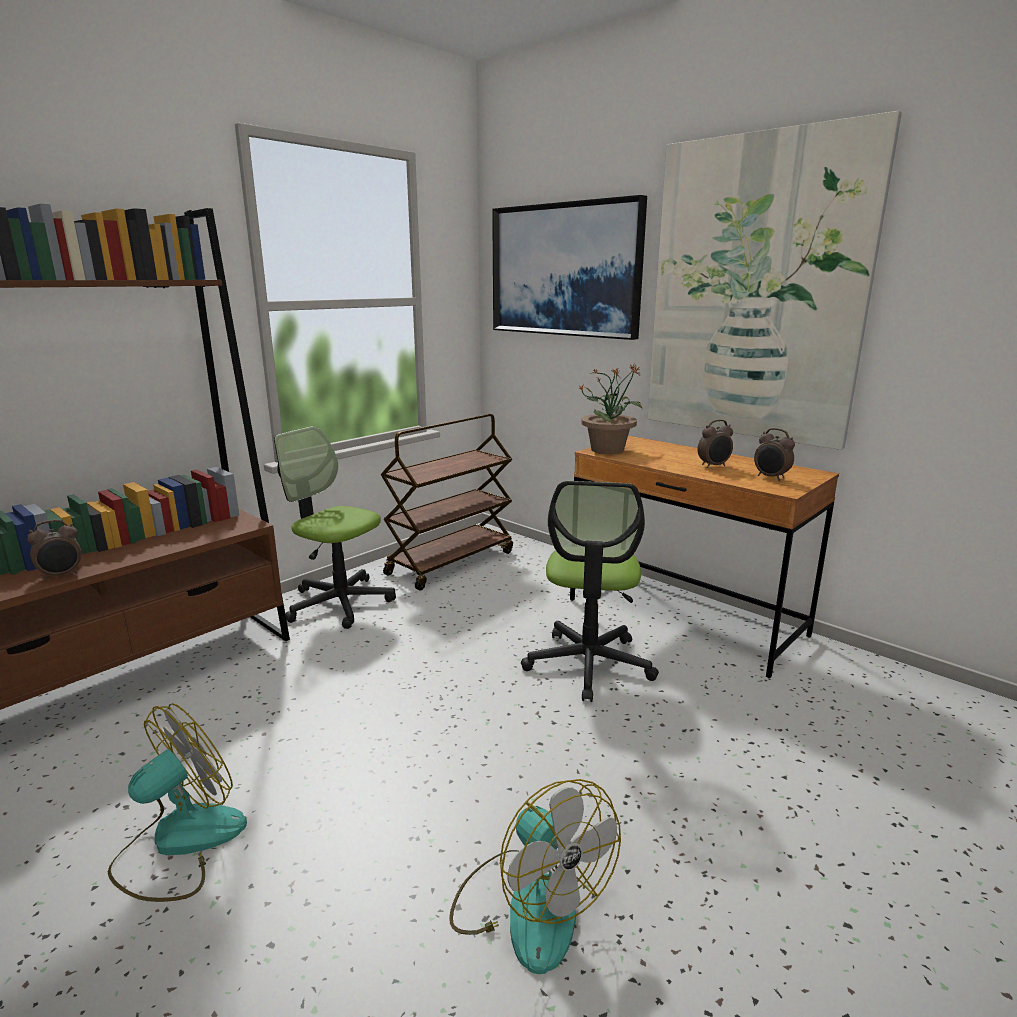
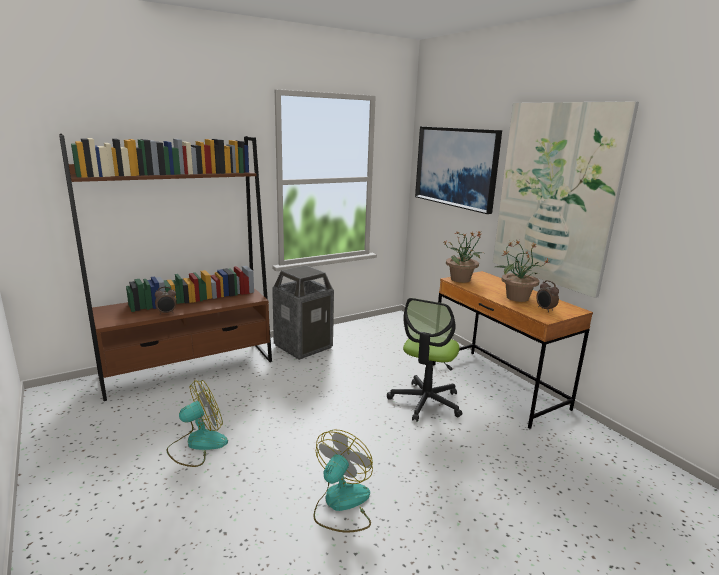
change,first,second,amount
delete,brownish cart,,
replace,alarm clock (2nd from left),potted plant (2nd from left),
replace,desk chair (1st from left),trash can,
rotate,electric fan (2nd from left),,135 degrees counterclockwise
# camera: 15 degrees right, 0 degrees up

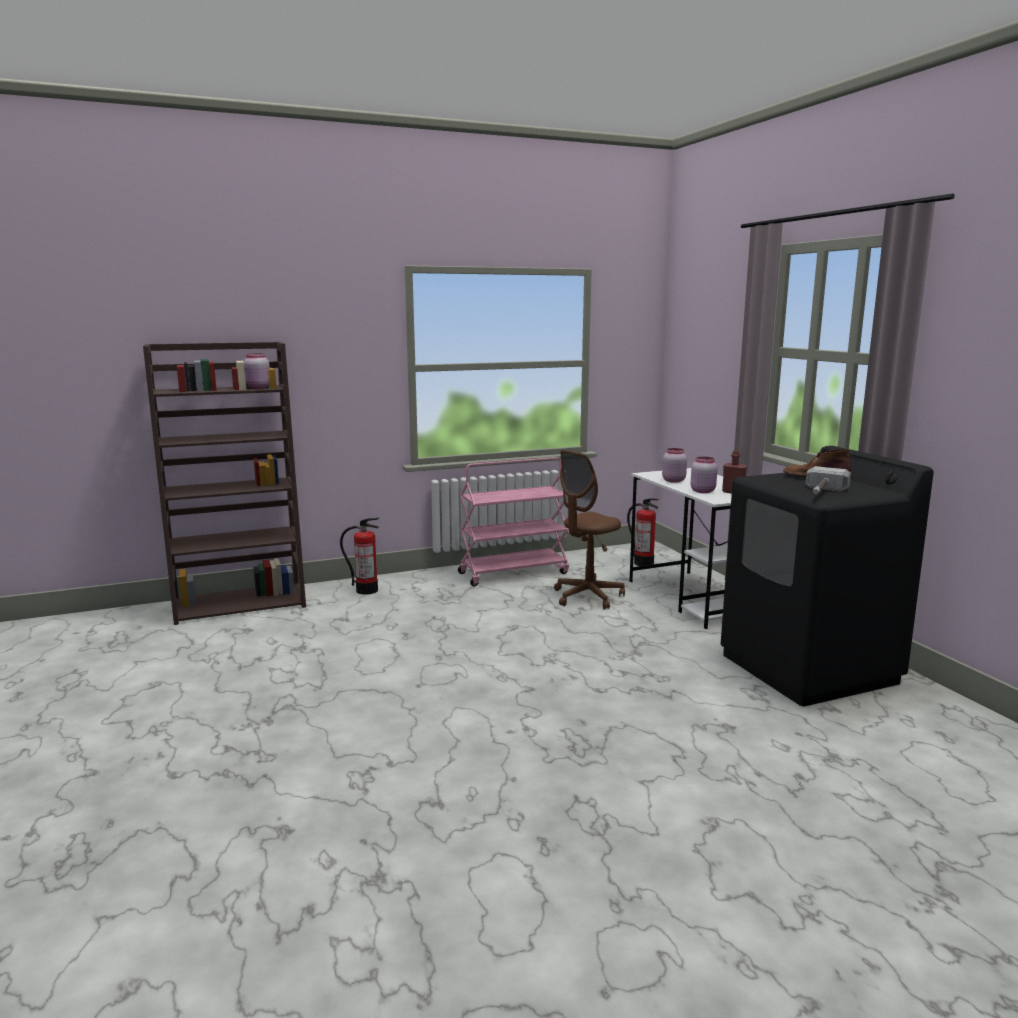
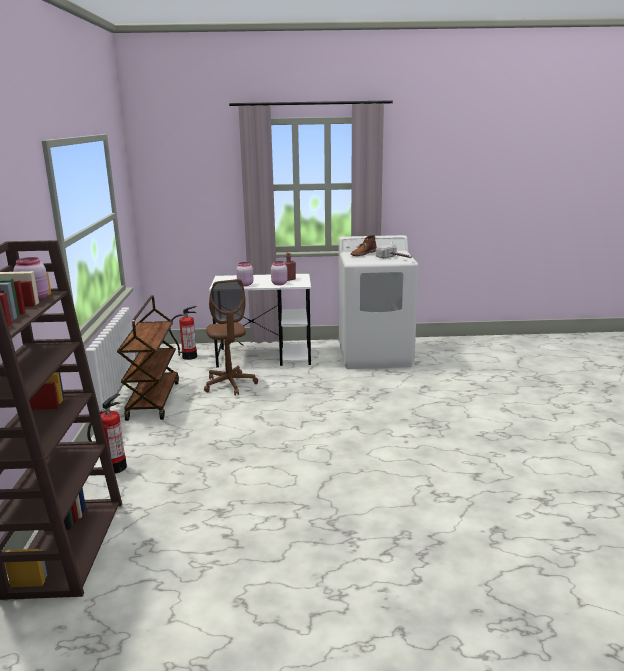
change,first,second,amount
recolor,black-coloured washing machine,white-coloured washing machine,
recolor,pink-coloured cart,brownish cart,
# camera: 70 degrees left, 5 degrees up

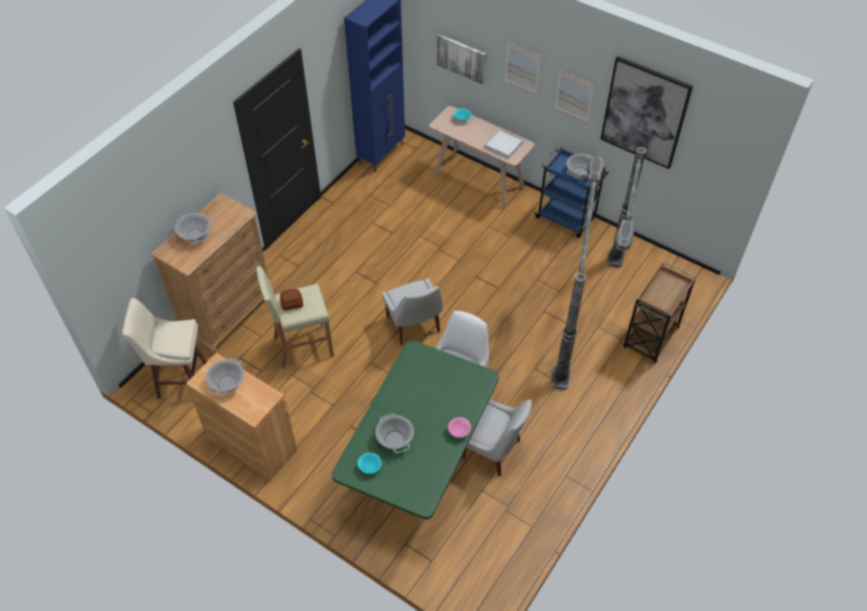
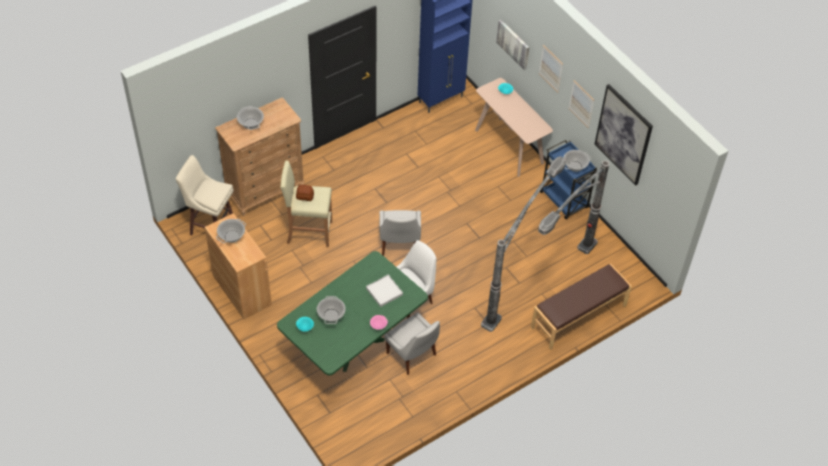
change,first,second,amount
move,white-coloured serving tray,,
replace,brownish cart,brownish indoor bench,
# camera: 20 degrees right, 0 degrees up

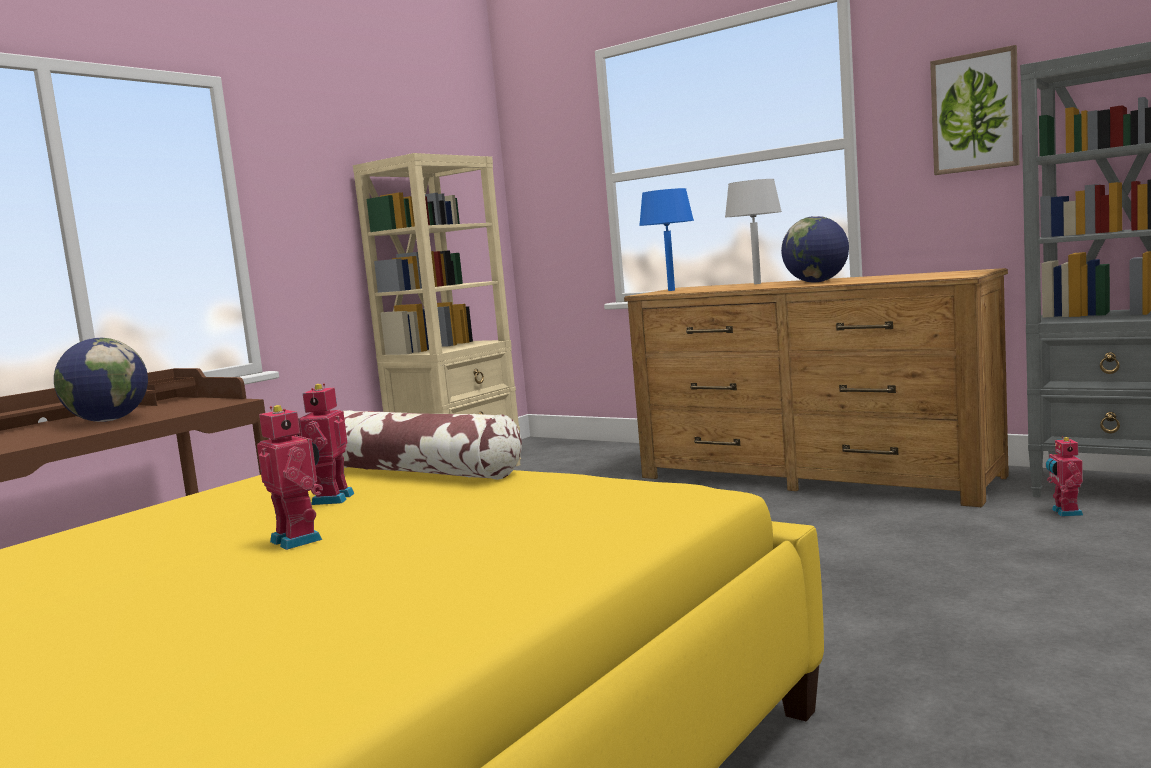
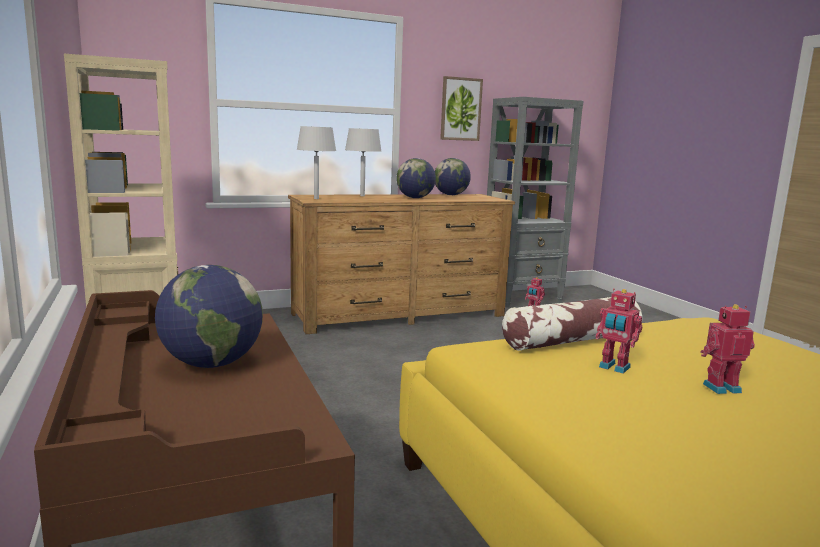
change,first,second,amount
recolor,bluish lamp for a table,gray lamp for a table (1st from left),
insert,,world globe (3rd from left),
# camera: 60 degrees left, 5 degrees up

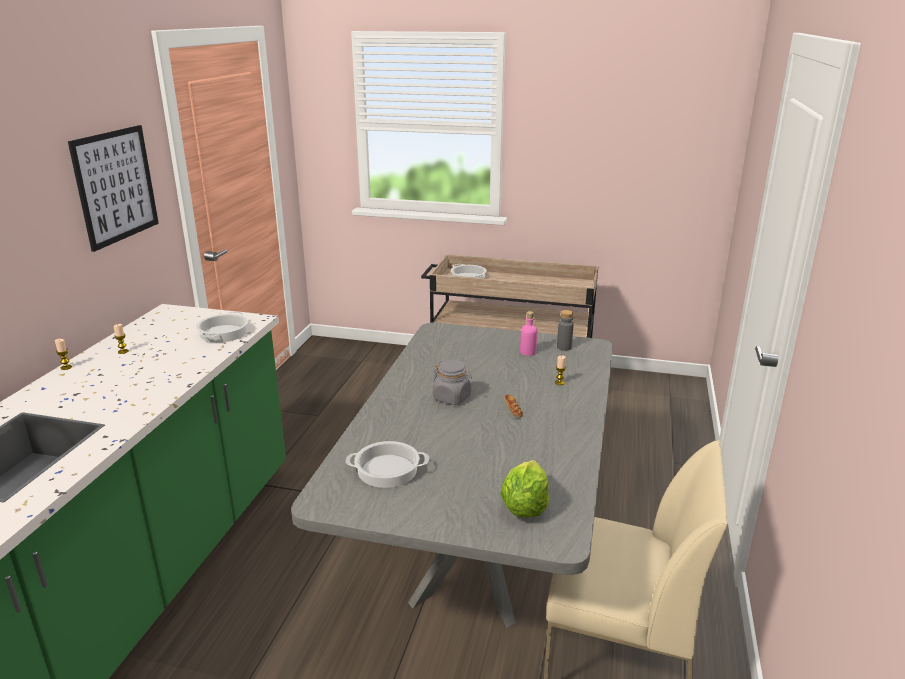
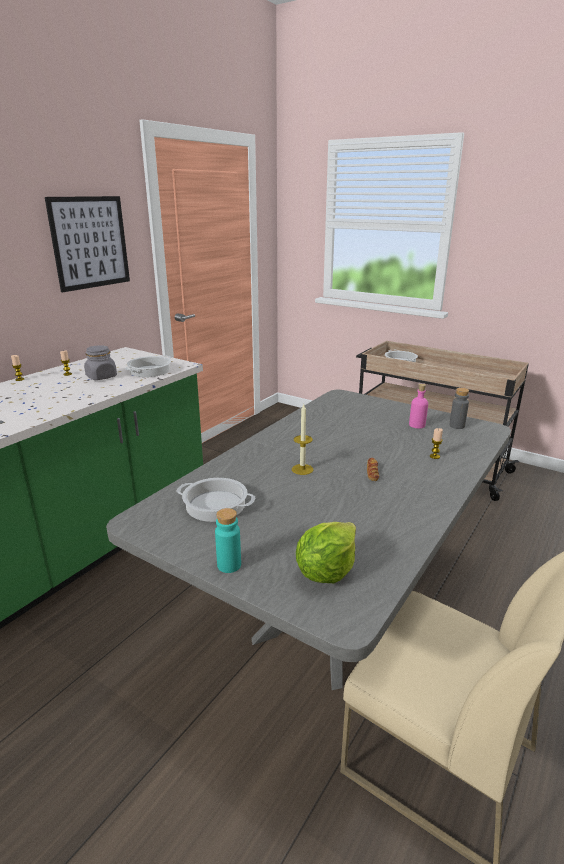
change,first,second,amount
move,gray preserve jar,,
insert,,wax candle (3rd from left),
insert,,blue-green beverage bottle,
# camera: 20 degrees right, 0 degrees up

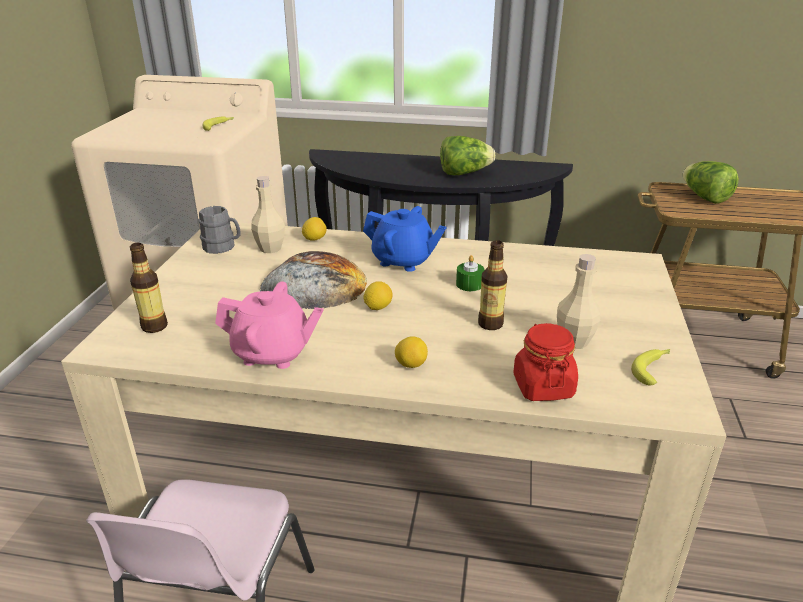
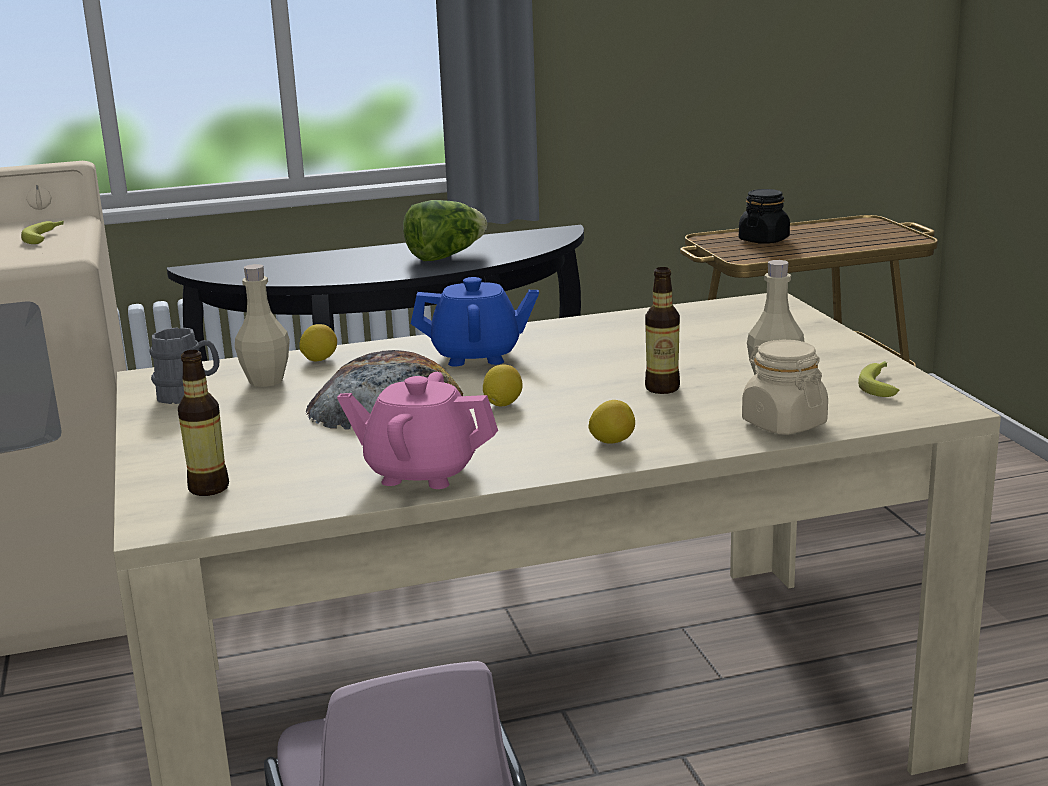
change,first,second,amount
replace,lettuce head (2nd from left),black-coloured preserve jar,
delete,green-coloured wax candle,,
rotate,pink-coloured teapot,,150 degrees counterclockwise
recolor,reddish preserve jar,beige preserve jar,
# camera: 25 degrees left, 10 degrees down

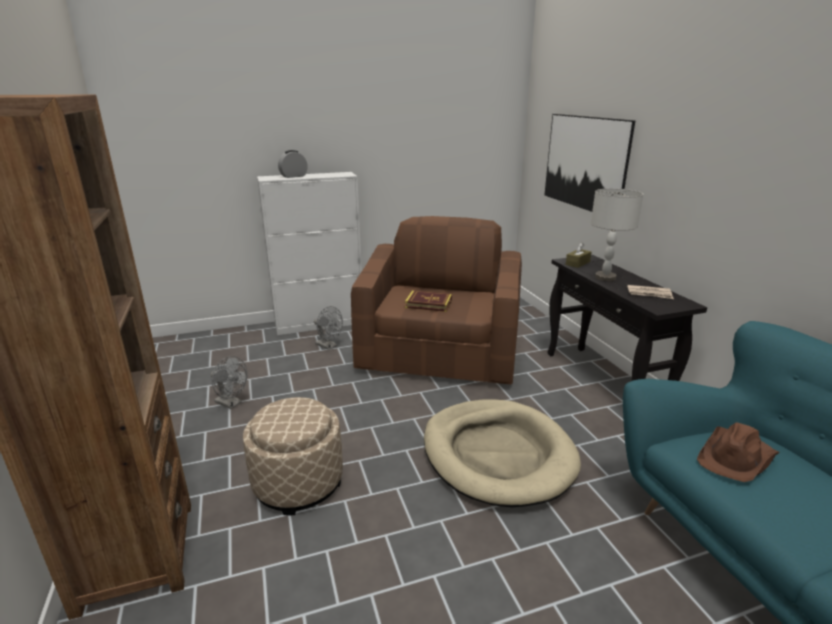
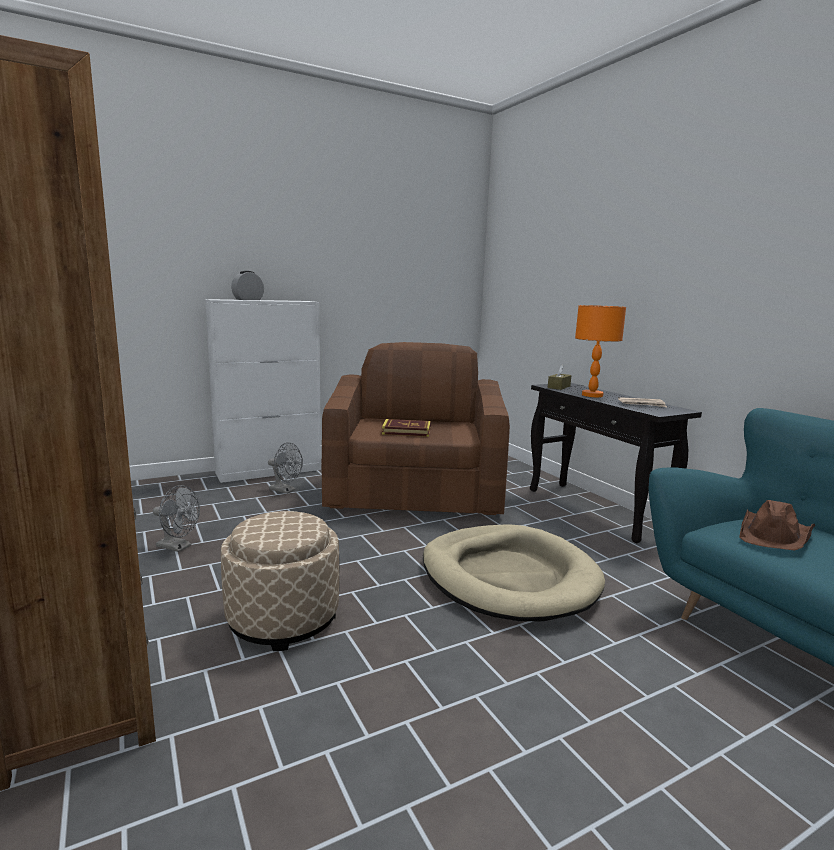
change,first,second,amount
delete,wall picture,,
recolor,gray lamp for a table,orangey lamp for a table,
# camera: 10 degrees left, 10 degrees down

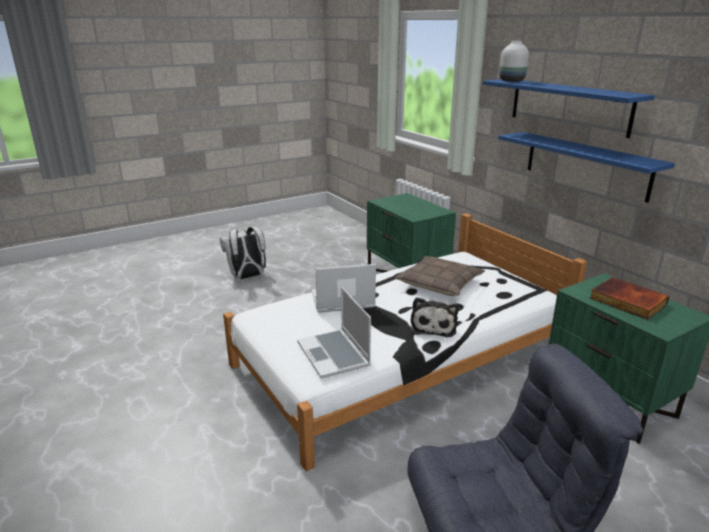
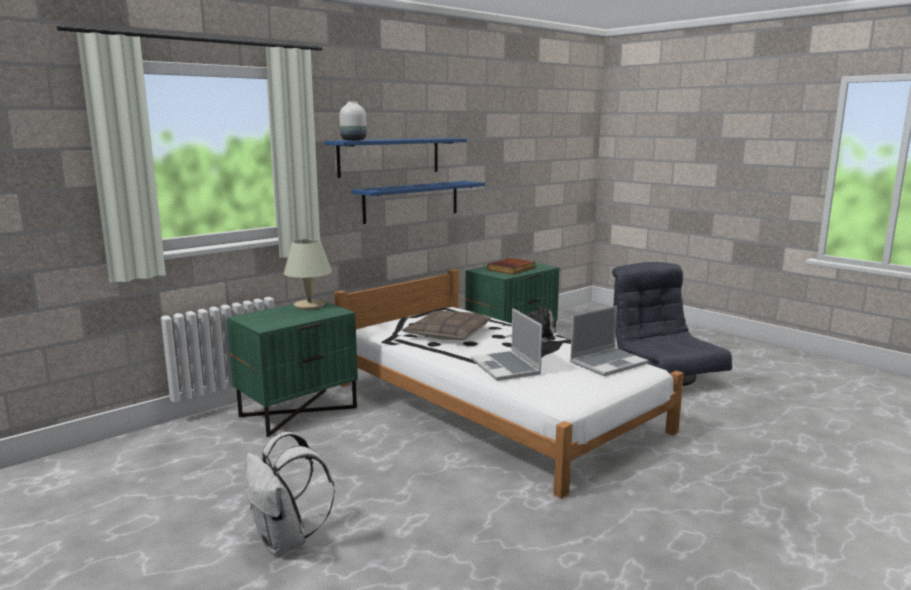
change,first,second,amount
insert,,beige lamp for a table,
# camera: 100 degrees left, 10 degrees down

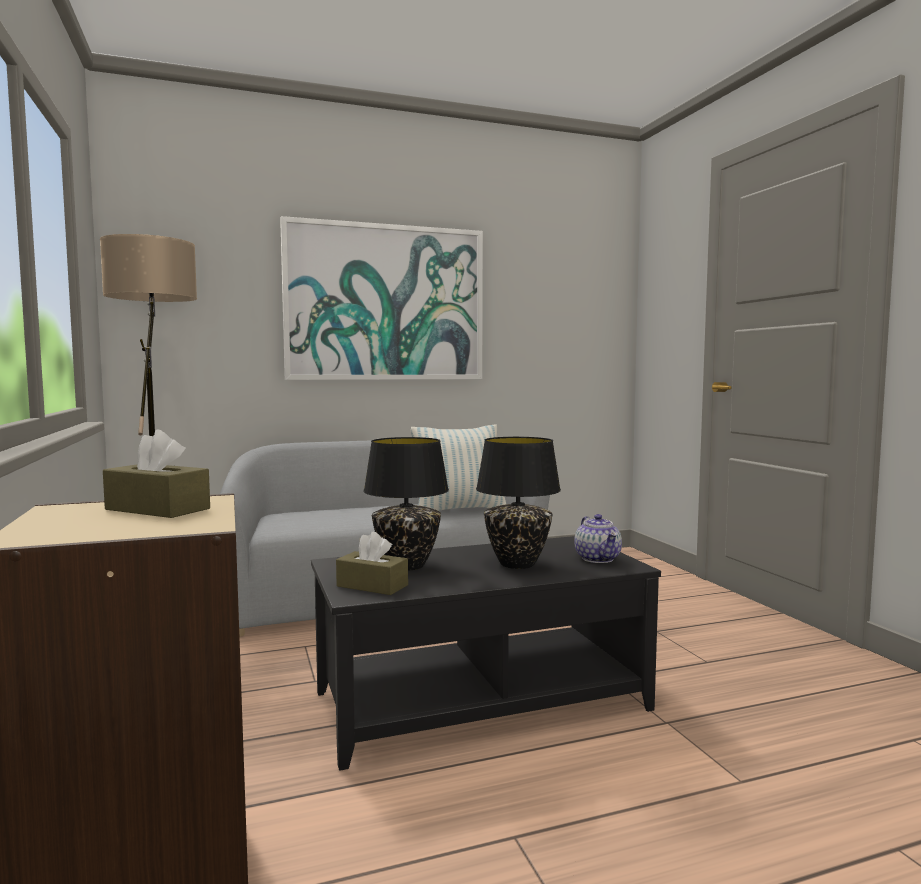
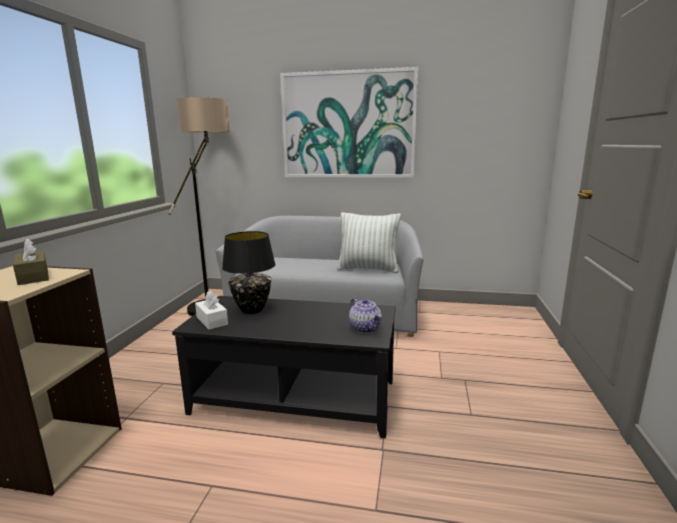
change,first,second,amount
delete,black-coloured lamp for a table (2nd from left),,
rotate,teapot,,45 degrees counterclockwise
recolor,brownish tissue box (2nd from left),white-coloured tissue box,
# camera: 30 degrees right, 10 degrees up

